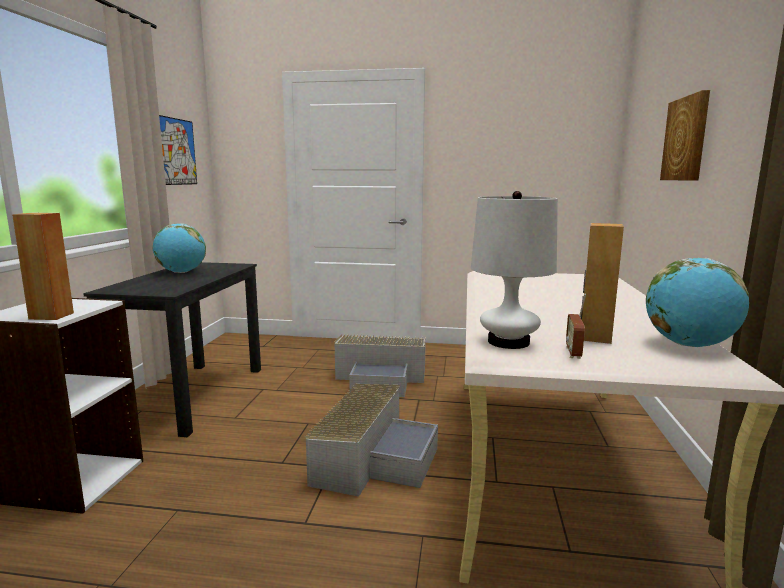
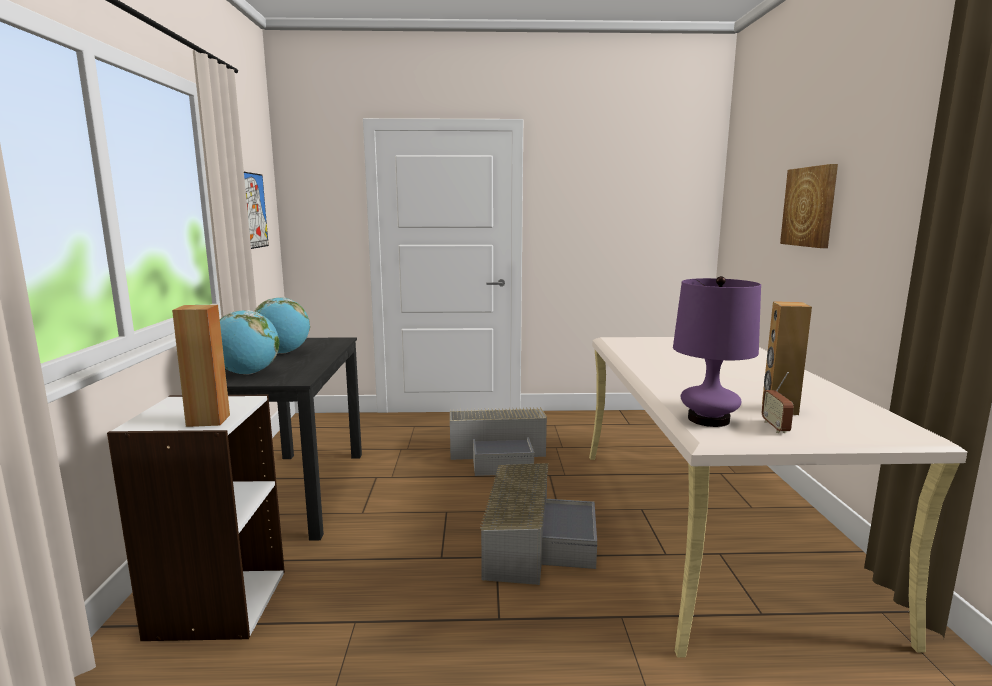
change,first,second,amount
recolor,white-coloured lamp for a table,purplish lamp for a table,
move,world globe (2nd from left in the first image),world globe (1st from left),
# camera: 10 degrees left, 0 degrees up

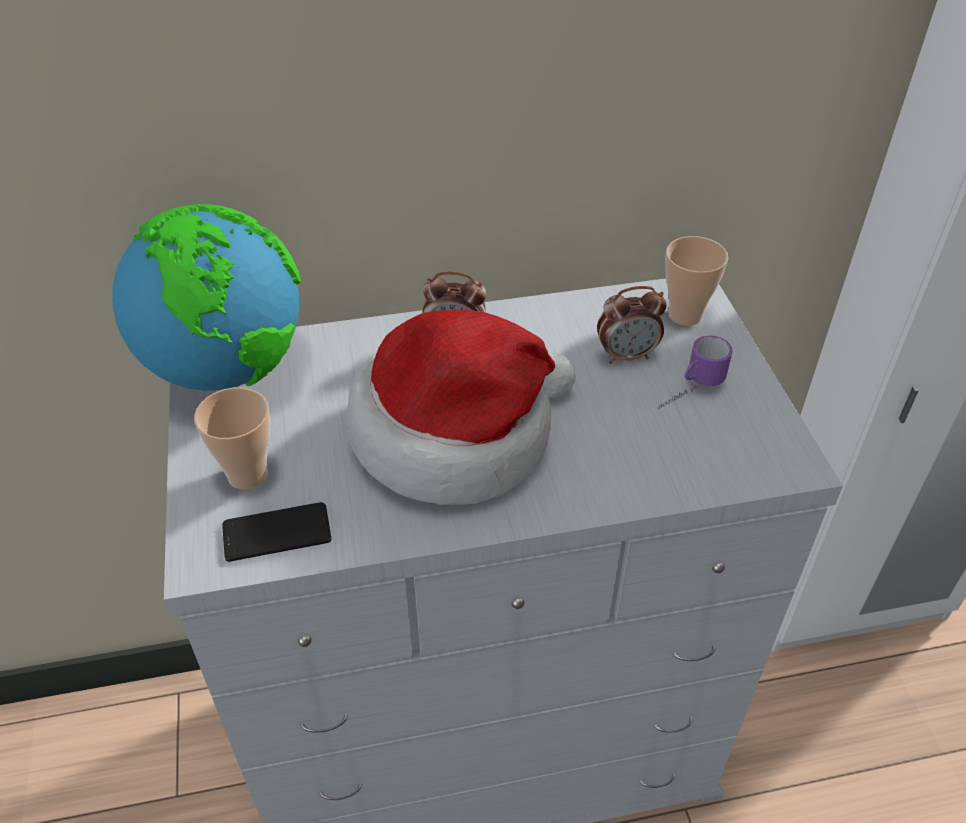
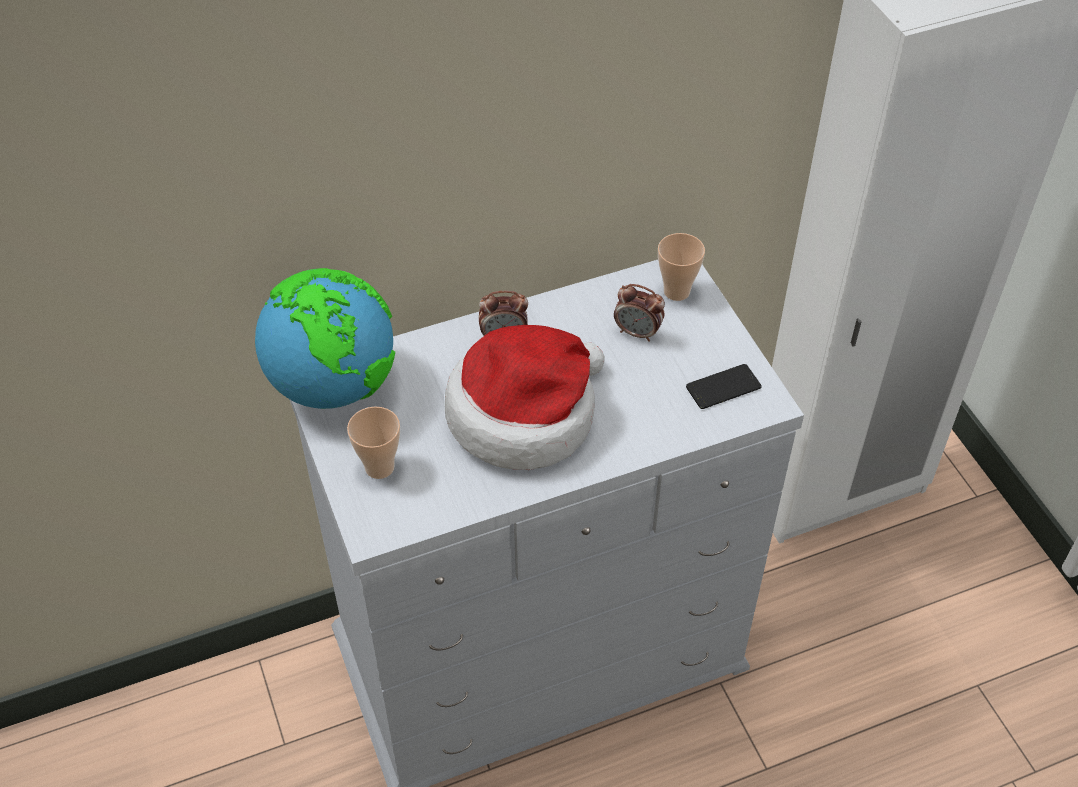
change,first,second,amount
rotate,alarm clock (2nd from left),,45 degrees clockwise
delete,coffee mug,,
move,phone,,
# camera: 10 degrees left, 5 degrees up

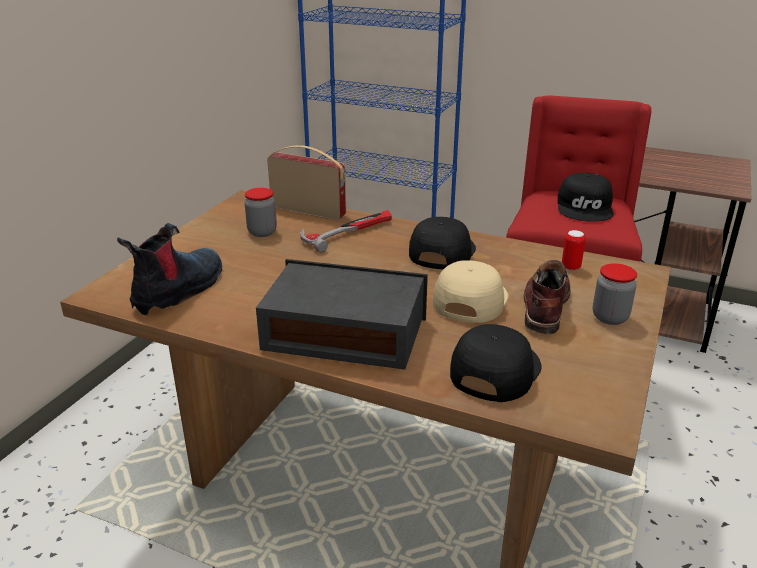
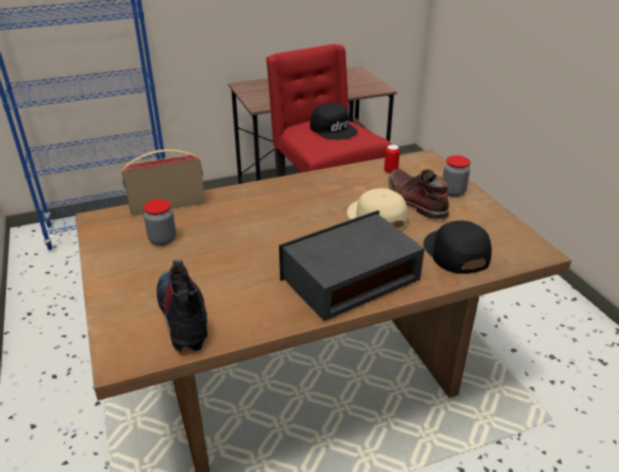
change,first,second,amount
delete,tool hammer,,
delete,black-coloured baseball cap (1st from left),,
# camera: 45 degrees left, 5 degrees up

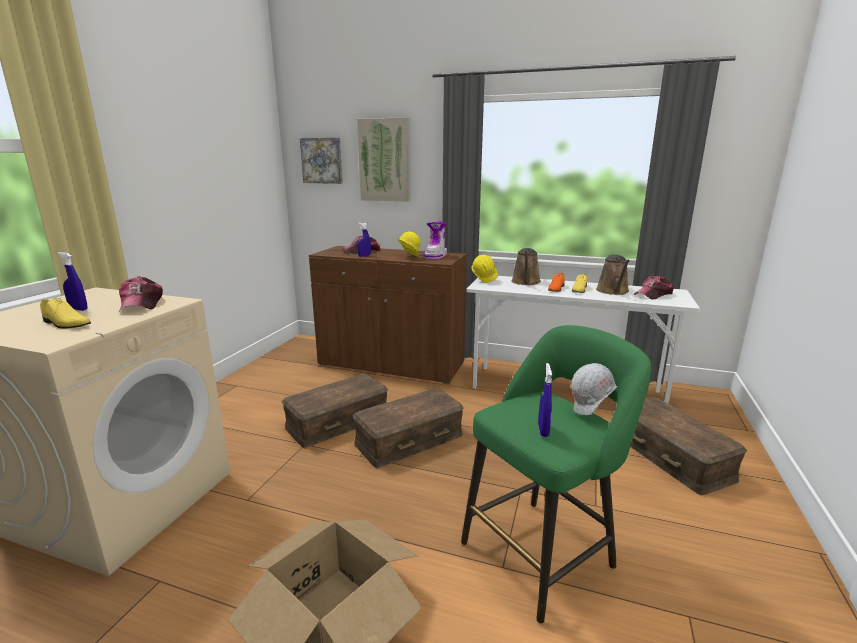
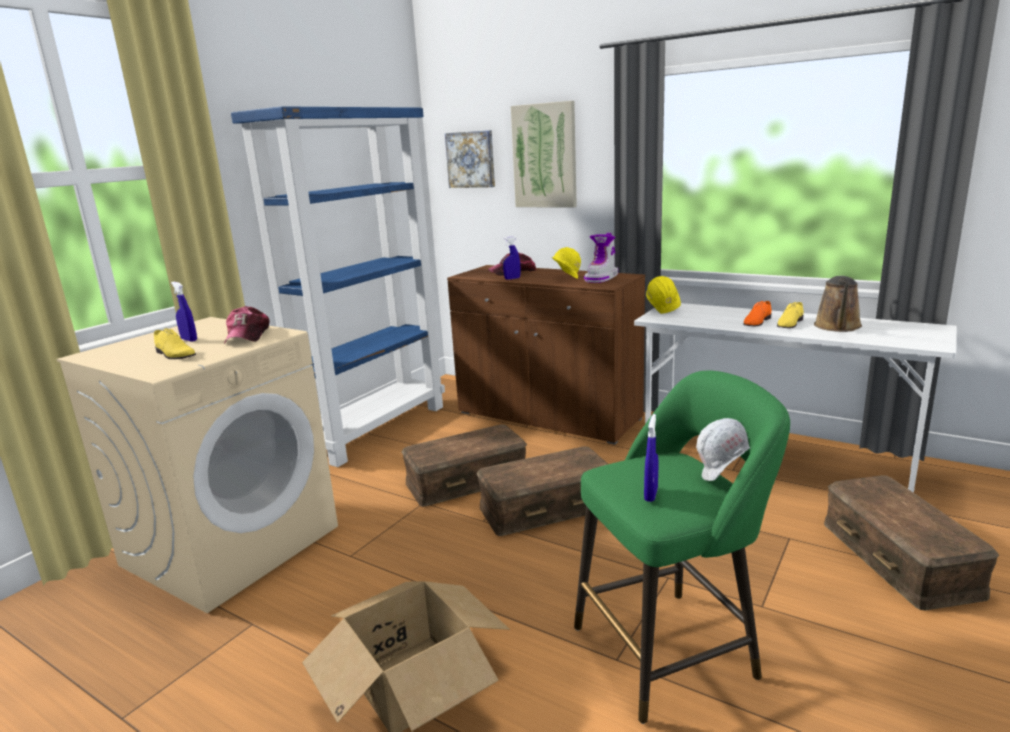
change,first,second,amount
delete,brownish watering can (1st from left),,
delete,baseball cap (3rd from left),,
insert,,bluish bookcase,
# camera: 15 degrees right, 0 degrees up

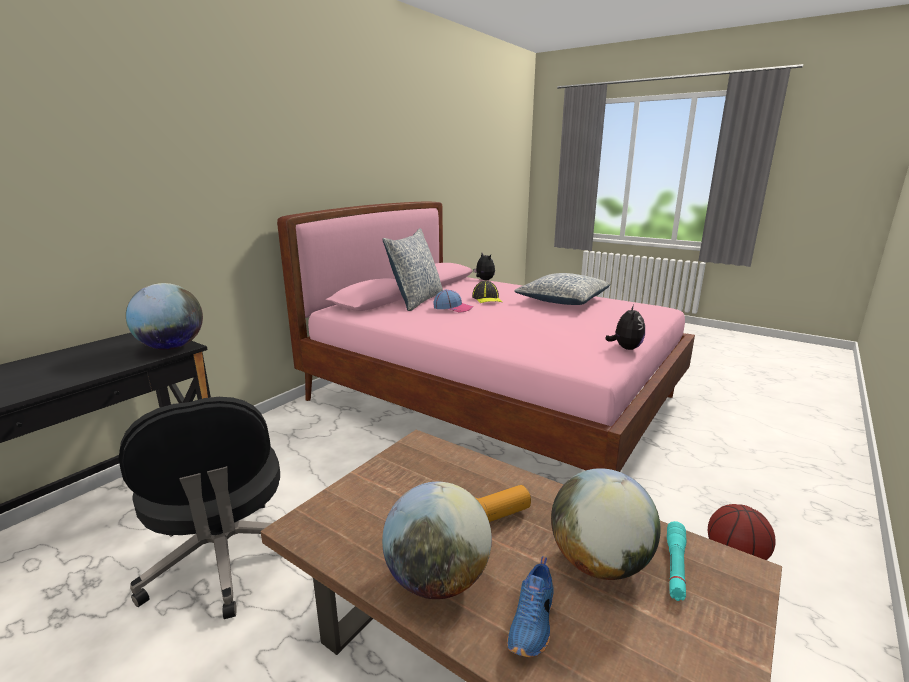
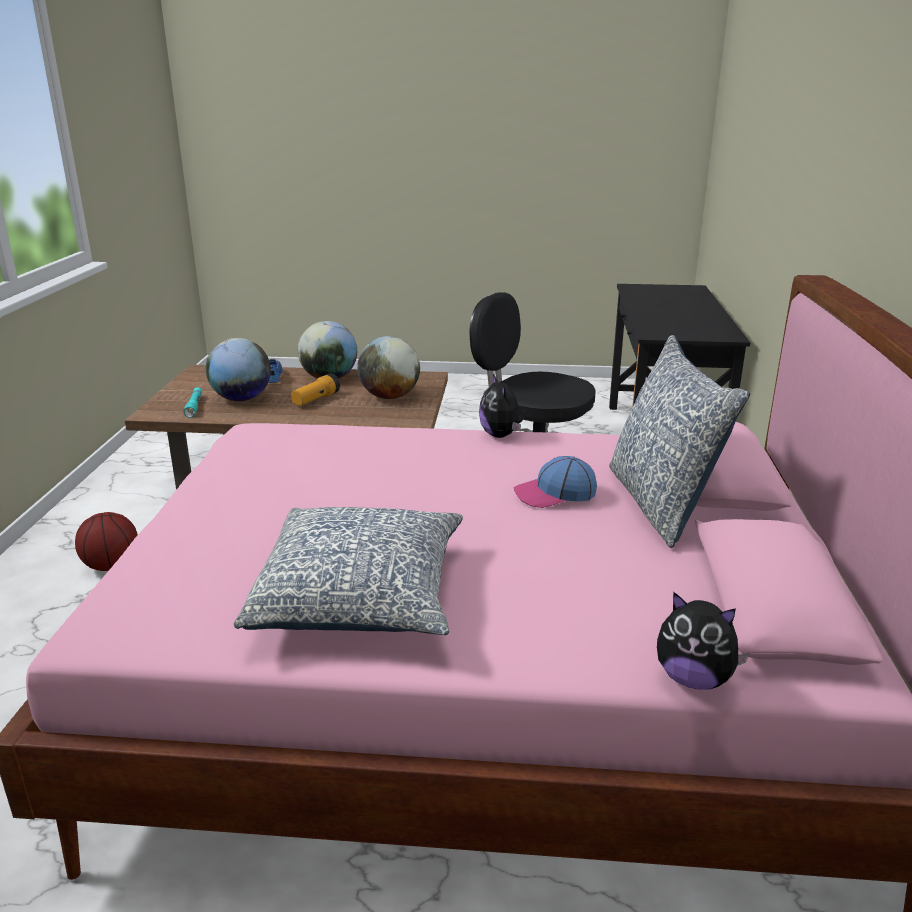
change,first,second,amount
delete,baseball cap (2nd from left),,
move,world globe (1st from left in the first image),world globe (3rd from left),
move,plush toy (2nd from left in the first image),plush toy (1st from left),
# camera: 150 degrees right, 5 degrees up

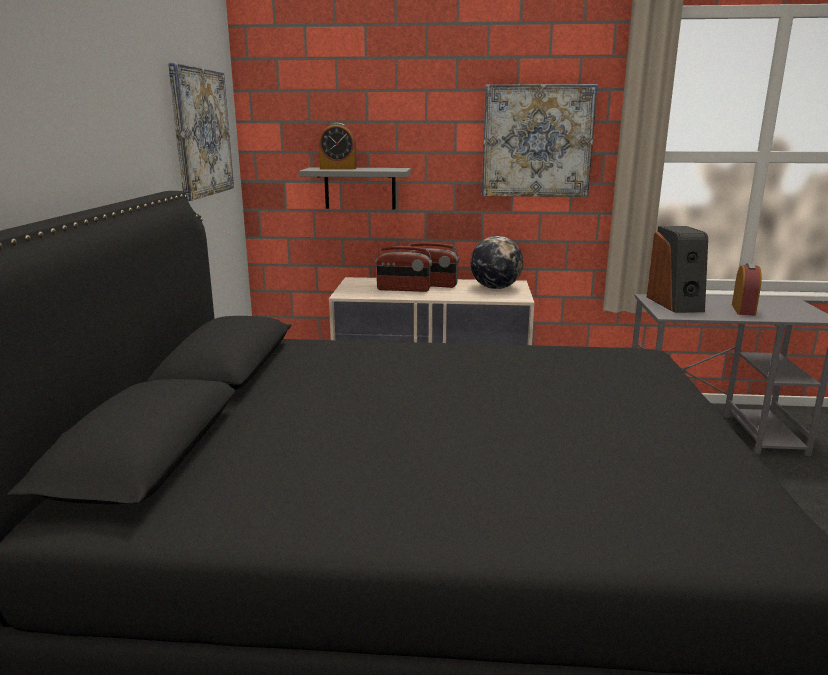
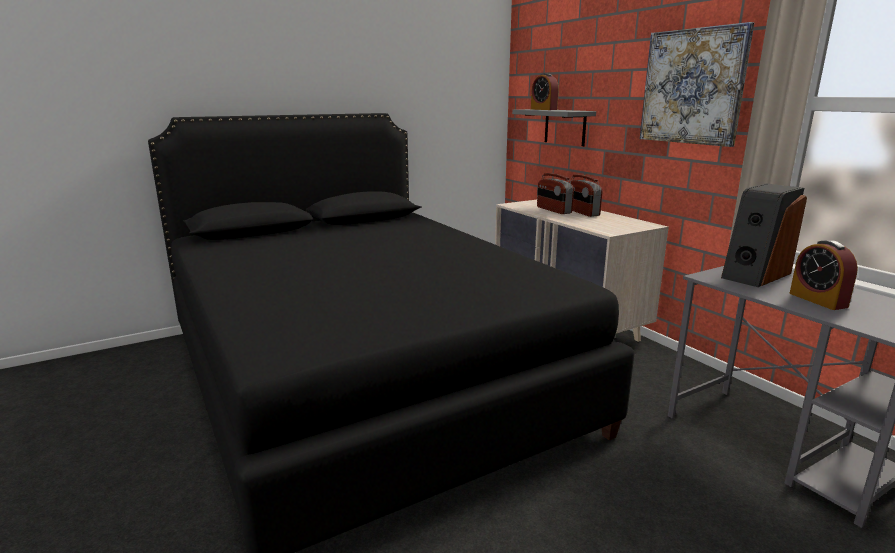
change,first,second,amount
delete,wall picture (1st from left),,
delete,world globe,,
rotate,alarm clock (2nd from left),,90 degrees clockwise
# camera: 55 degrees right, 0 degrees up

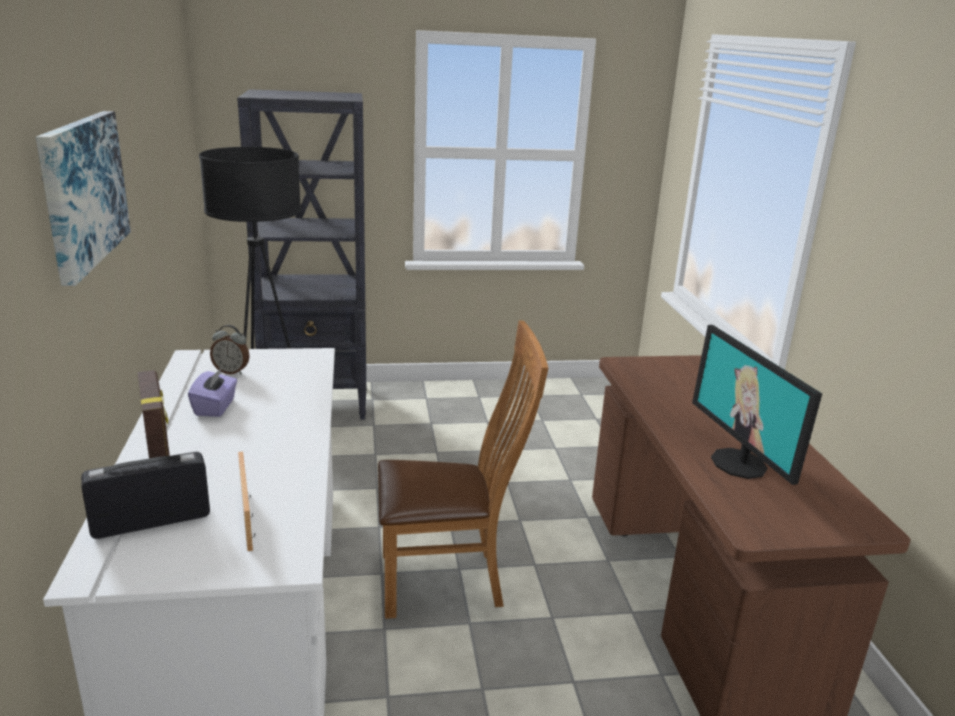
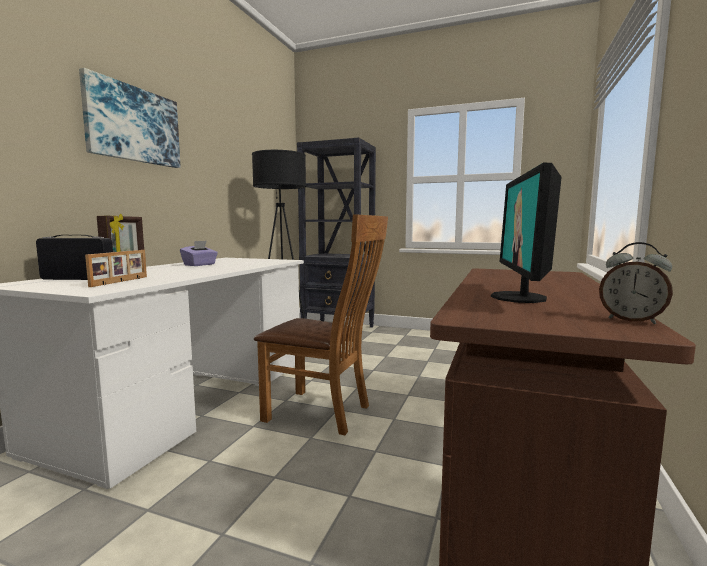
change,first,second,amount
move,alarm clock,,
# camera: 30 degrees right, 15 degrees down

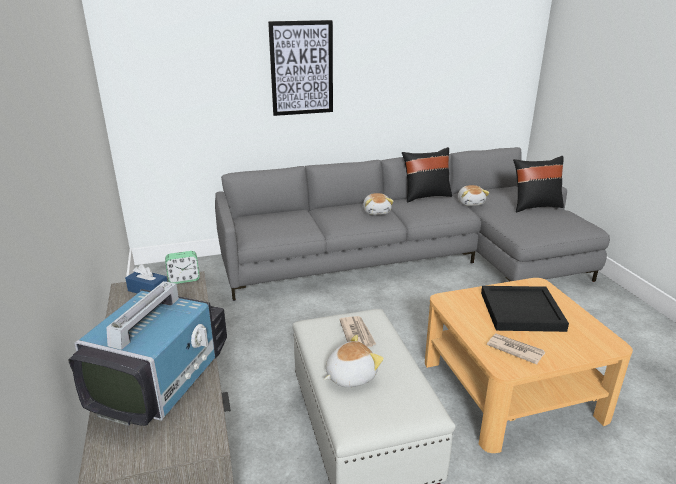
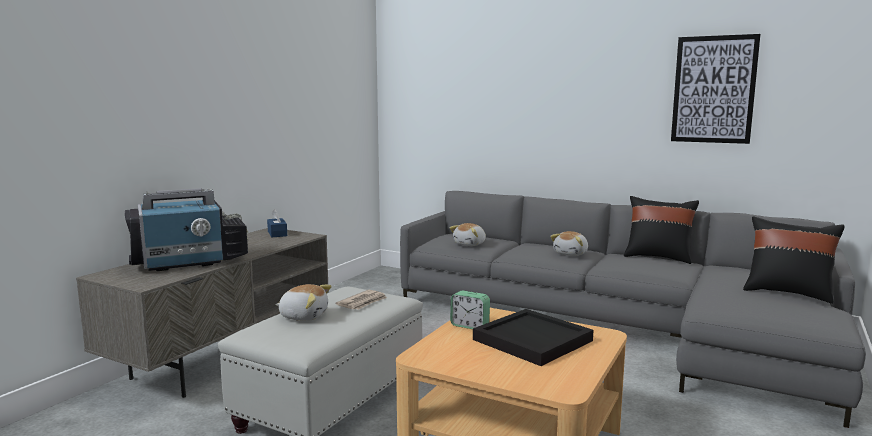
change,first,second,amount
move,wall picture,,
move,plush toy (3rd from left in the first image),plush toy (2nd from left),
move,alarm clock,,
delete,daily paper (2nd from left),,
# camera: 45 degrees right, 15 degrees down

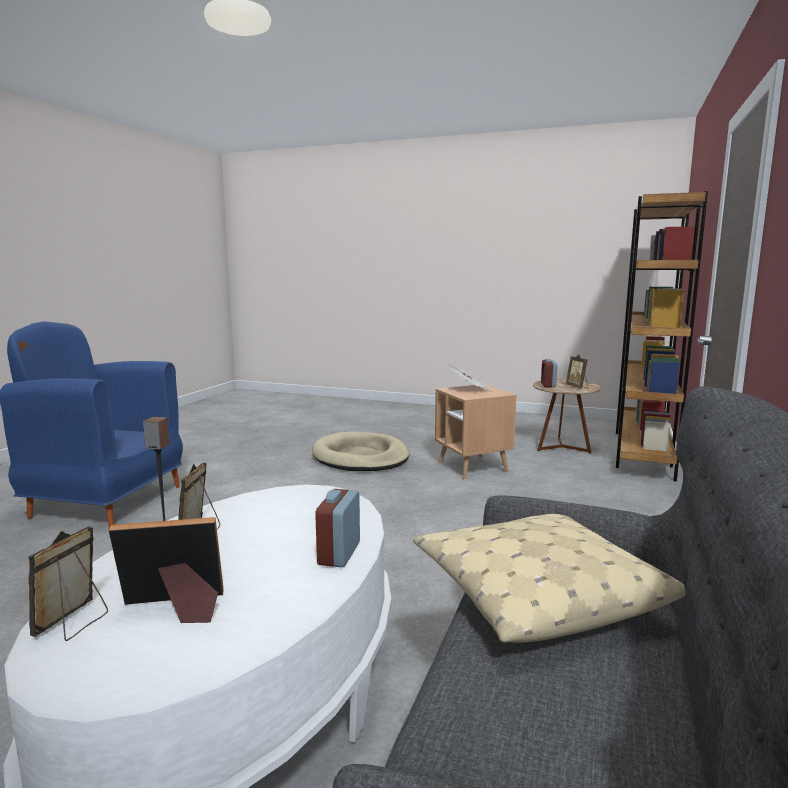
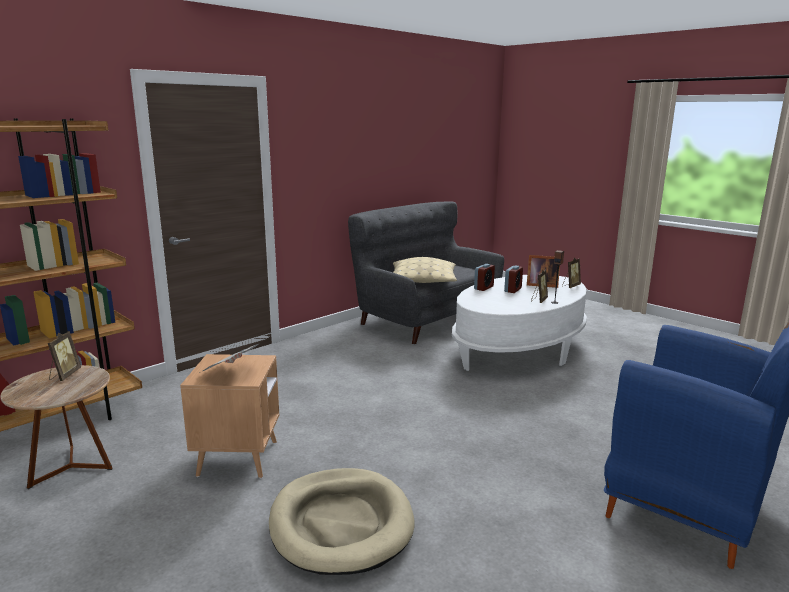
change,first,second,amount
move,alarm clock (2nd from left),,
# camera: 155 degrees left, 5 degrees up

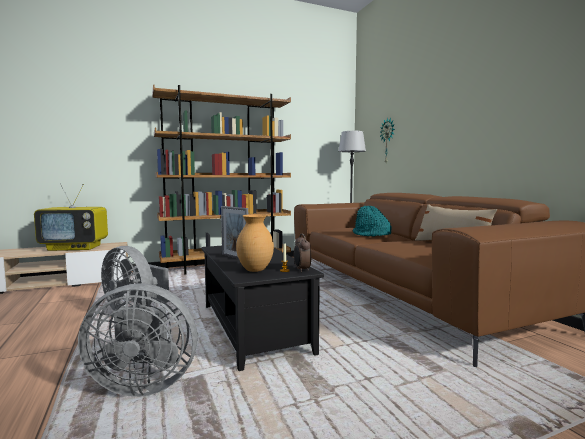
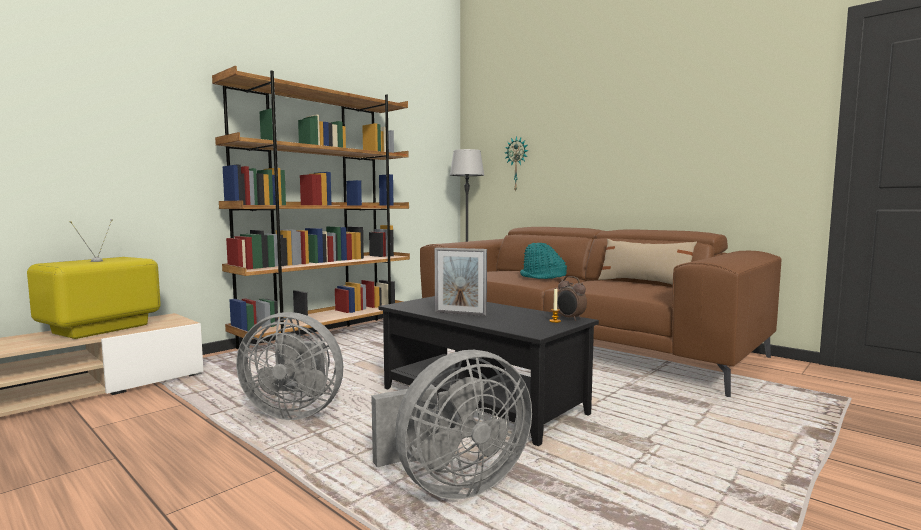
change,first,second,amount
rotate,TV,,150 degrees clockwise
delete,brownish vase,,
# camera: 25 degrees left, 0 degrees up

